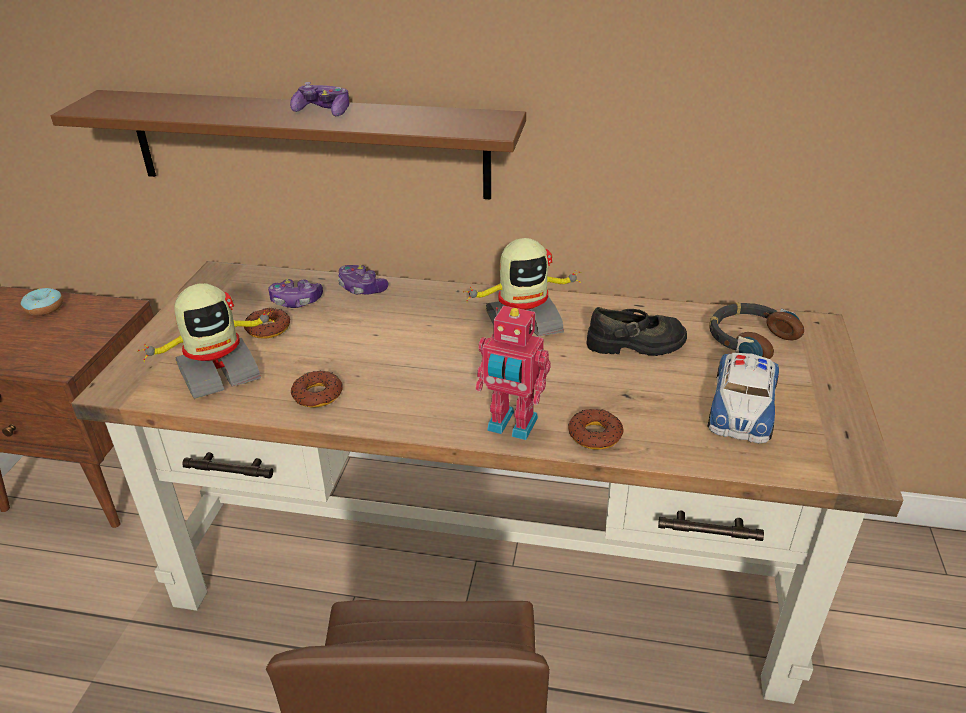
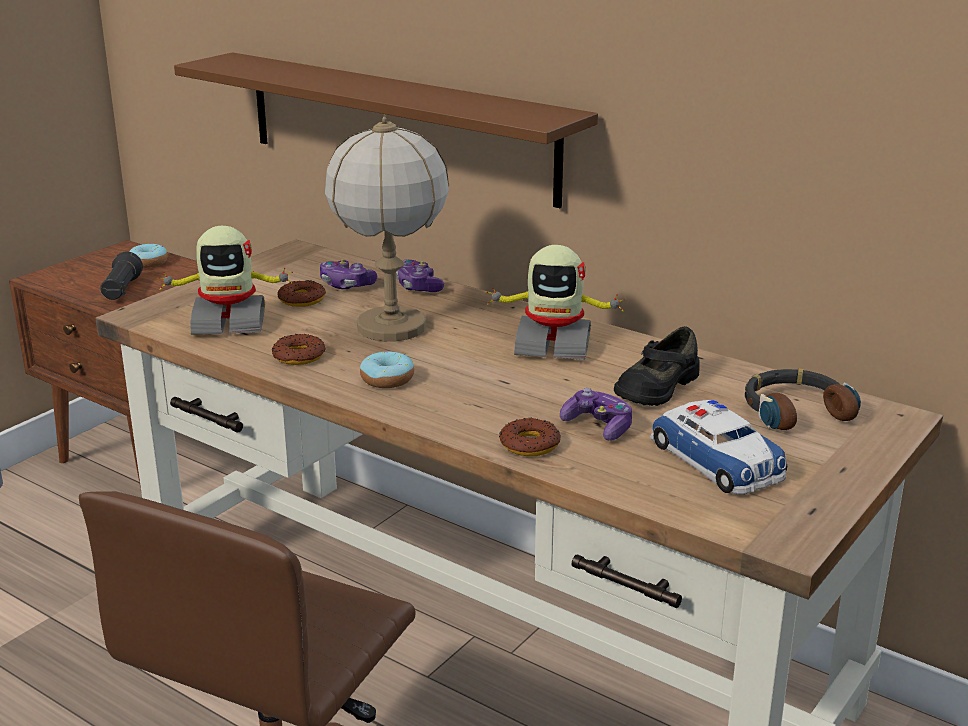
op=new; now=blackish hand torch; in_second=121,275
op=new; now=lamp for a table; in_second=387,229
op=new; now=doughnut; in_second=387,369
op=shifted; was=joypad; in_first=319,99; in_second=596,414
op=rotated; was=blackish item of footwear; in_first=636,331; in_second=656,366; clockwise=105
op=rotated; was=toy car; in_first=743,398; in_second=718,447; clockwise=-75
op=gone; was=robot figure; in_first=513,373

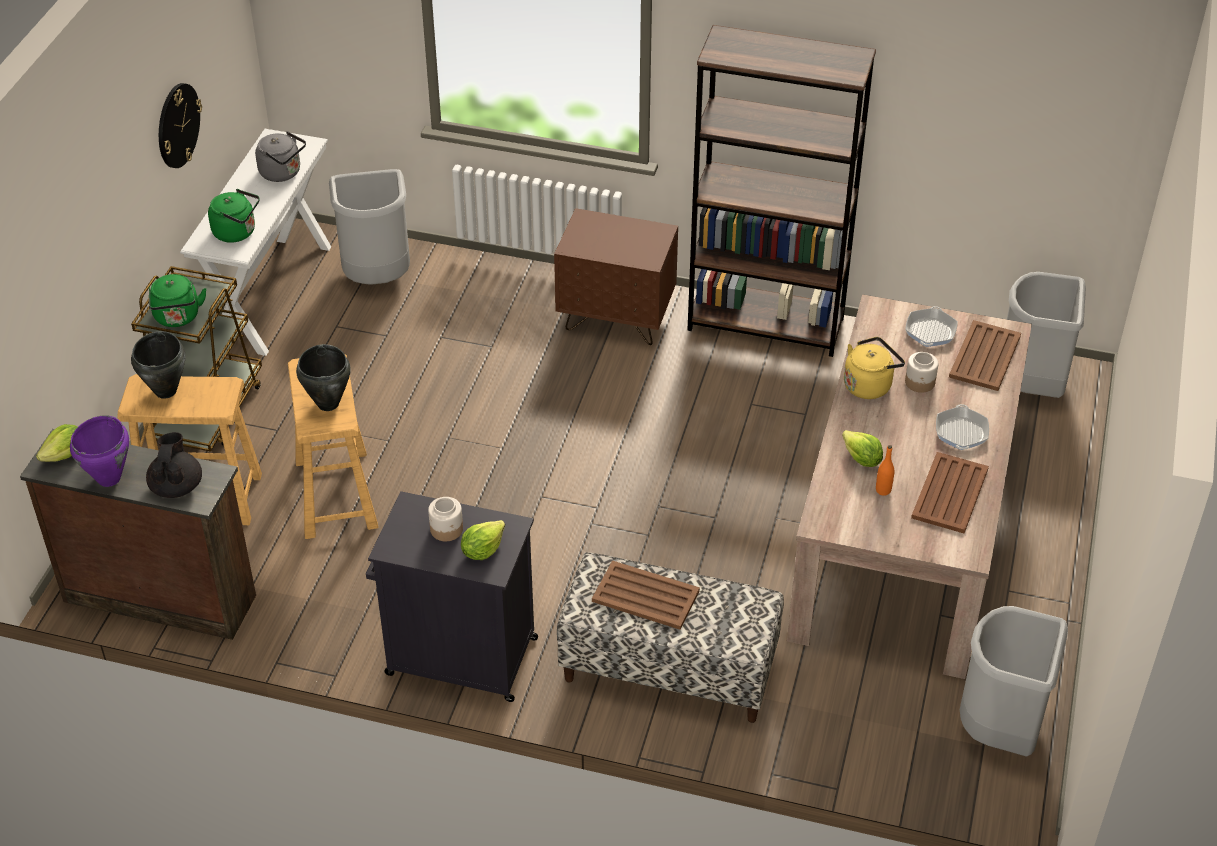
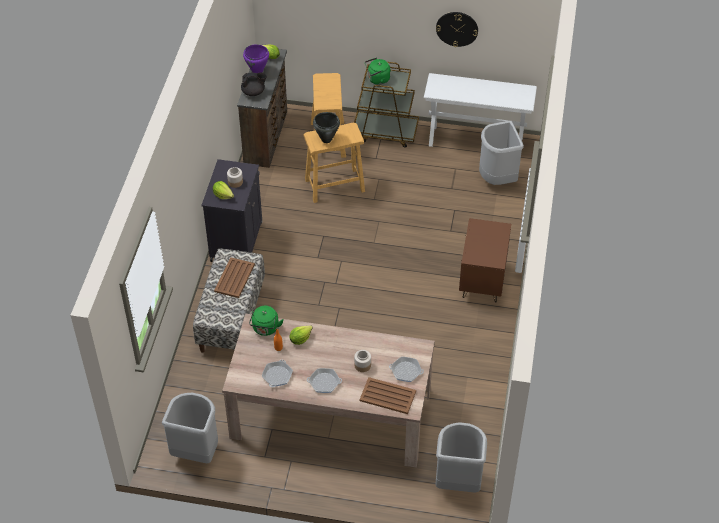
op=shifted; was=greenish tea kettle; in_first=234,216; in_second=266,321
op=swapped; was=brown serving tray; now=skillet; in_first=950,492; in_second=277,373
op=gone; was=blackish cooking pot; in_first=158,365
op=gone; was=greyish tea kettle; in_first=280,156
op=gone; was=brown shelving unit; in_first=781,191
op=gone; was=yellowish tea kettle; in_first=874,368

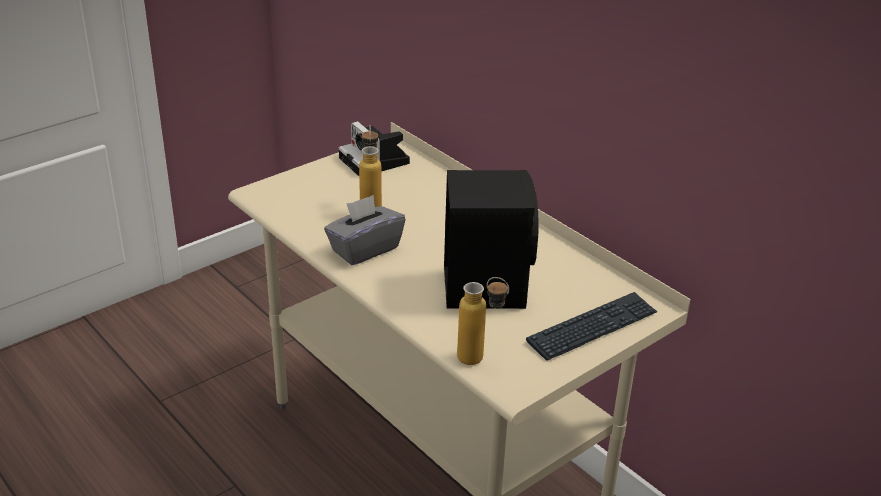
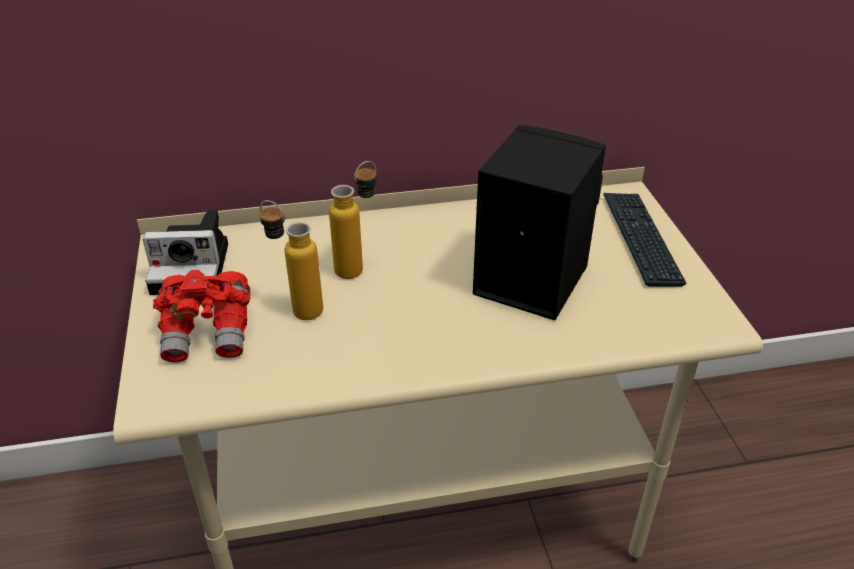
op=new; now=red binoculars; in_second=201,316
op=shifted; was=drink bottle; in_first=483,321; in_second=353,220
op=gone; was=greyish tissue box; in_first=365,230

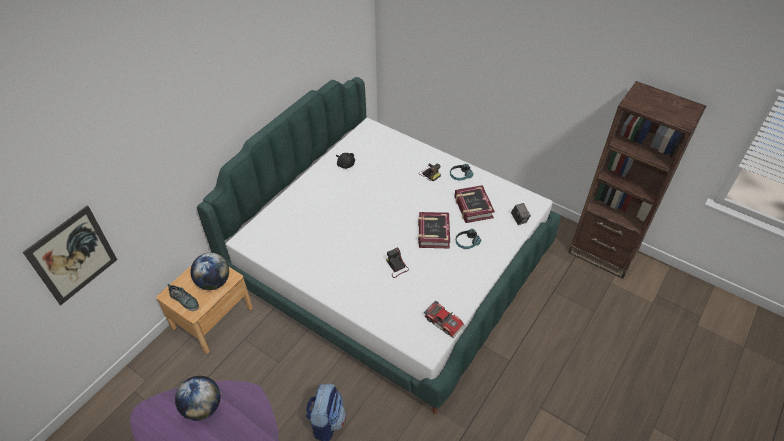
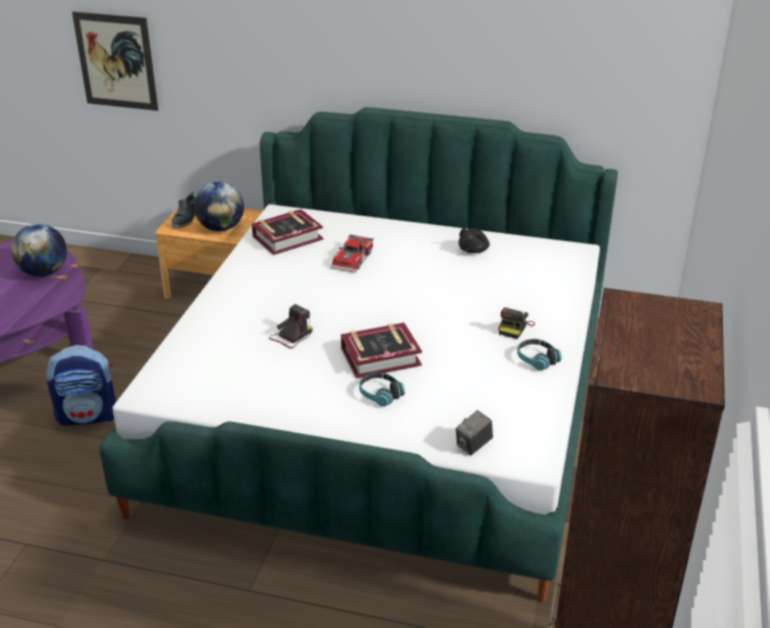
op=shifted; was=volume; in_first=474,204; in_second=287,232
op=shifted; was=toy car; in_first=444,319; in_second=352,253

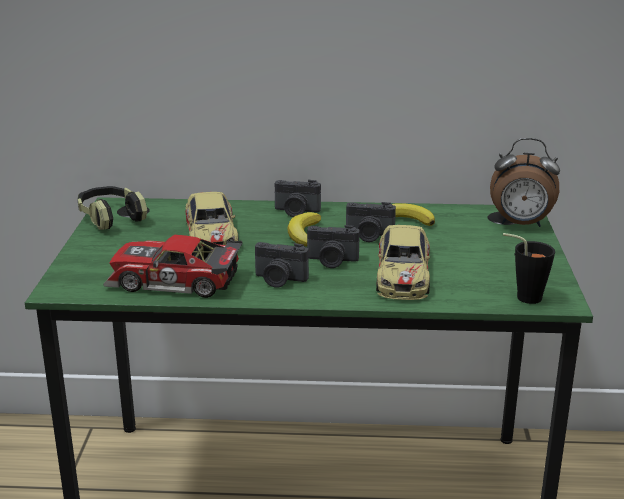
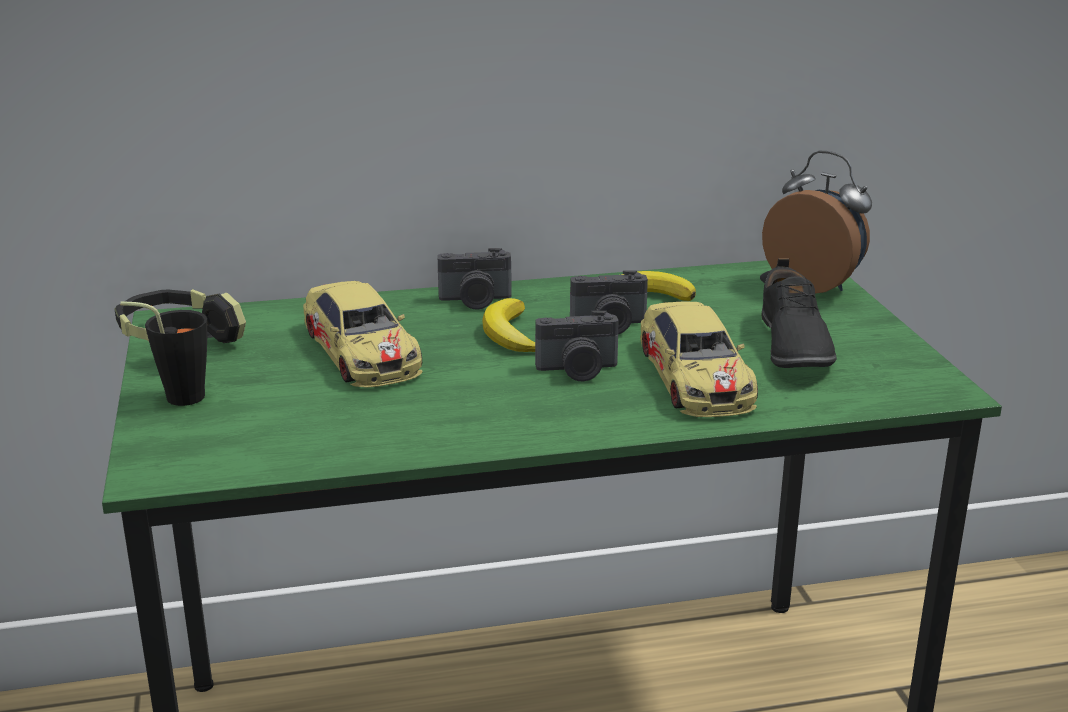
op=shifted; was=blackish small cup; in_first=529,268; in_second=163,353
op=new; now=blackish item of footwear; in_second=799,313
op=rotated; was=bedside clock; in_first=525,182; in_second=817,222; clockwise=-135
op=gone; was=toy car; in_first=173,266
op=gone; was=photo camera; in_first=282,265

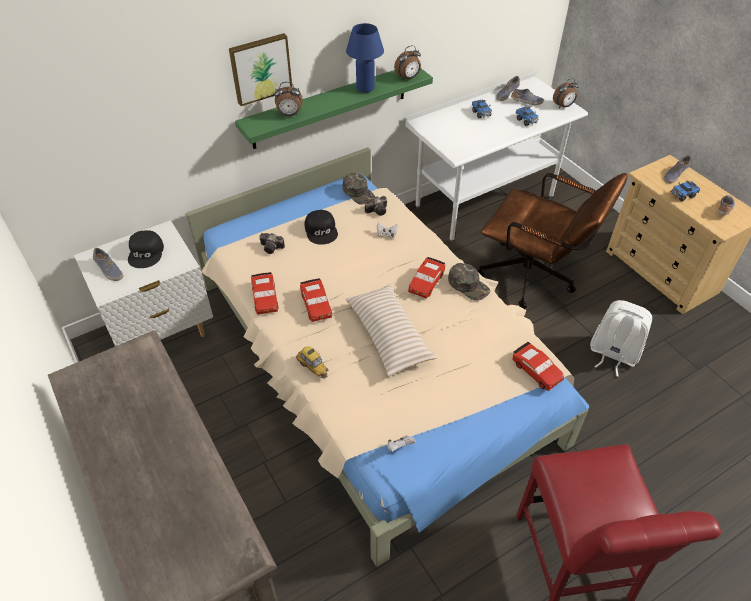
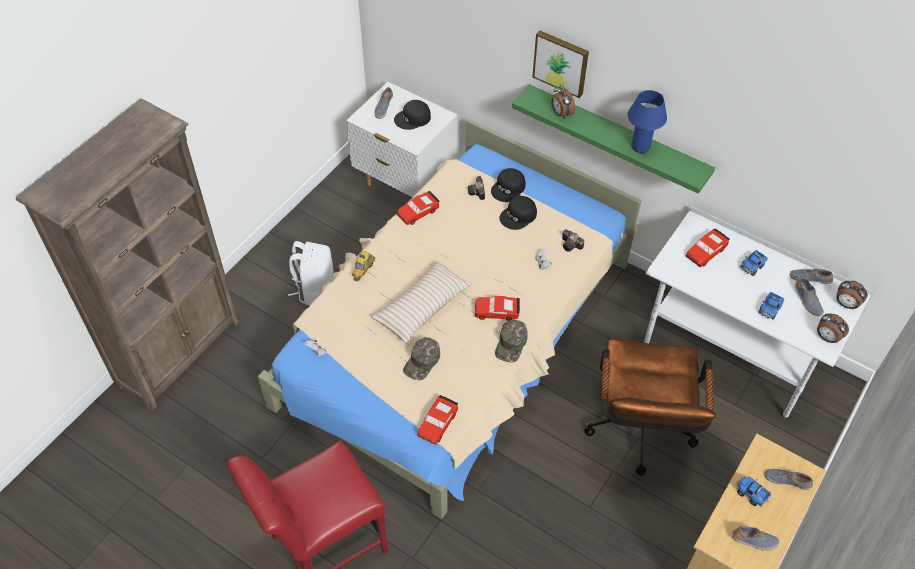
op=shifted; was=white-coloured rucksack; in_first=621,338; in_second=311,273
op=shifted; was=greenish baseball cap; in_first=359,189; in_second=421,358
op=new; now=blackish baseball cap; in_second=508,185
op=shifted; was=red toy car; in_first=316,300; in_second=707,247
op=shifted; was=bedside clock; in_first=407,62; in_second=852,294

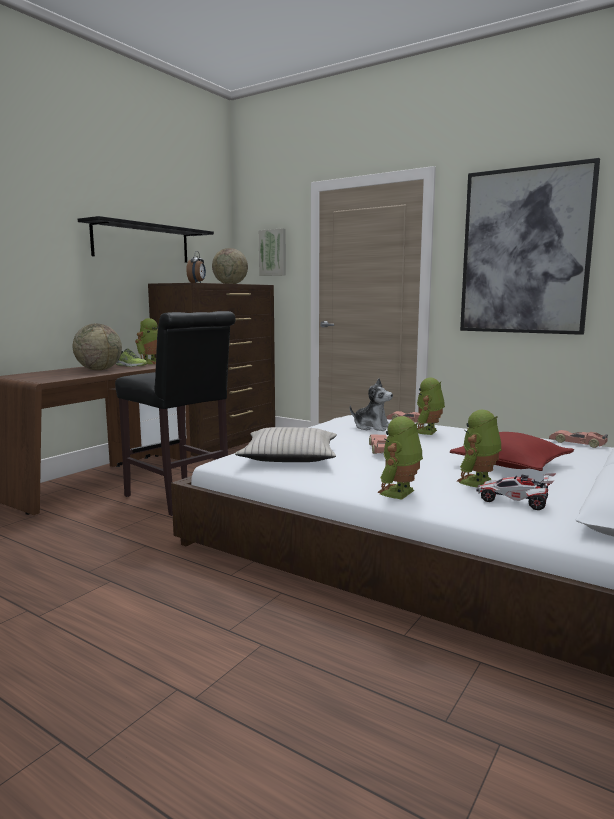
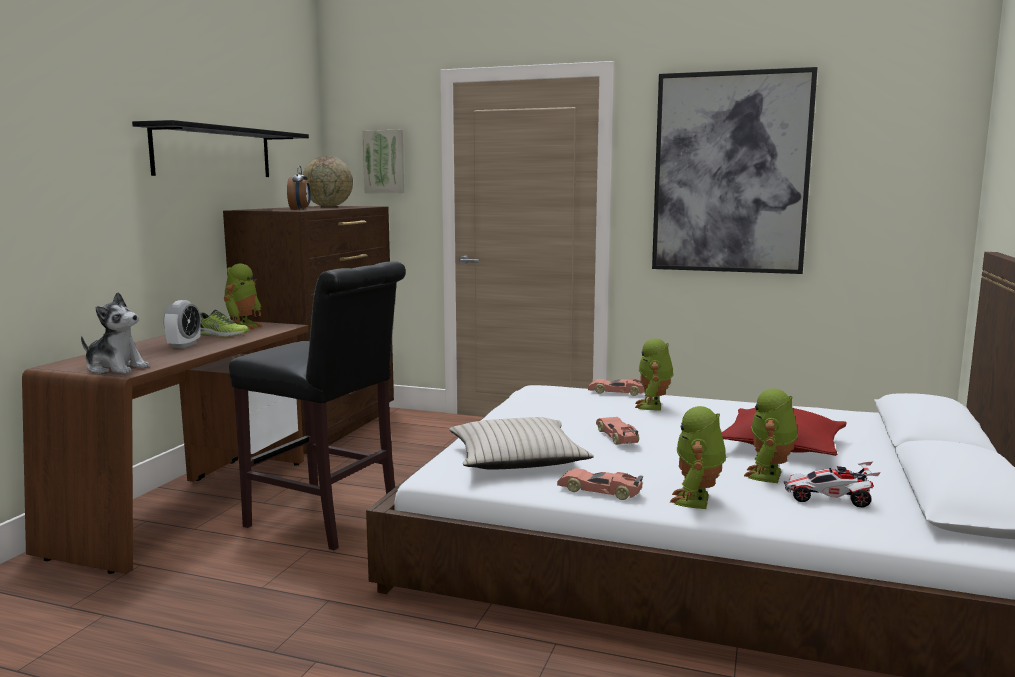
op=shifted; was=cuddly toy; in_first=371,404; in_second=115,333
op=swapped; was=globe; now=bedside clock; in_first=97,347; in_second=182,324
op=shifted; was=toy car; in_first=578,439; in_second=600,484

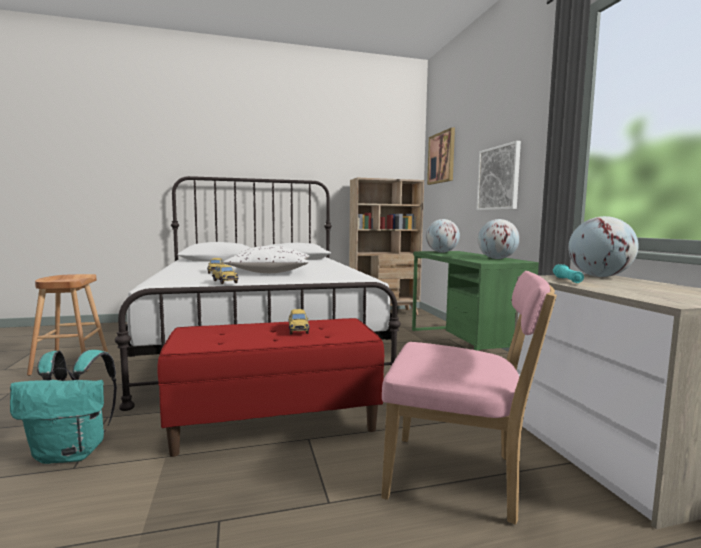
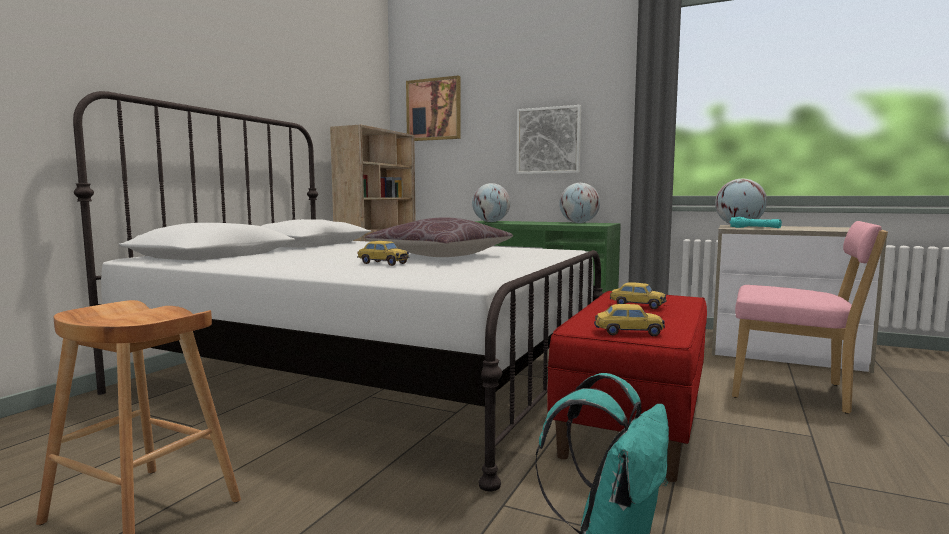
op=repainted; was=white-coloured cushion; now=brown cushion; in_first=266,259; in_second=439,237
op=shifted; was=toy car; in_first=225,274; in_second=629,320
op=rotated; was=pink-coloured chair; in_first=469,398; in_second=810,317; clockwise=60

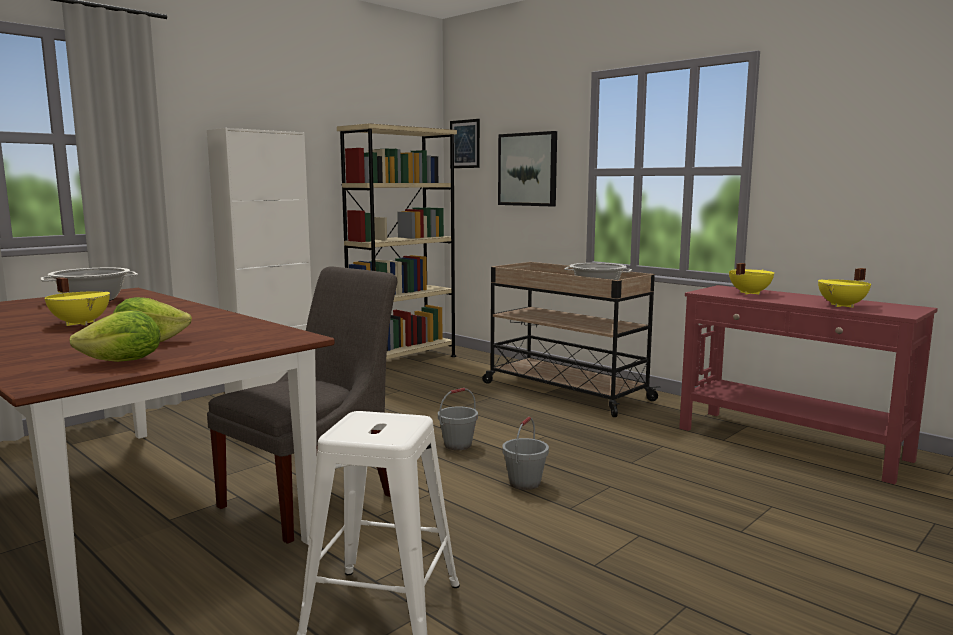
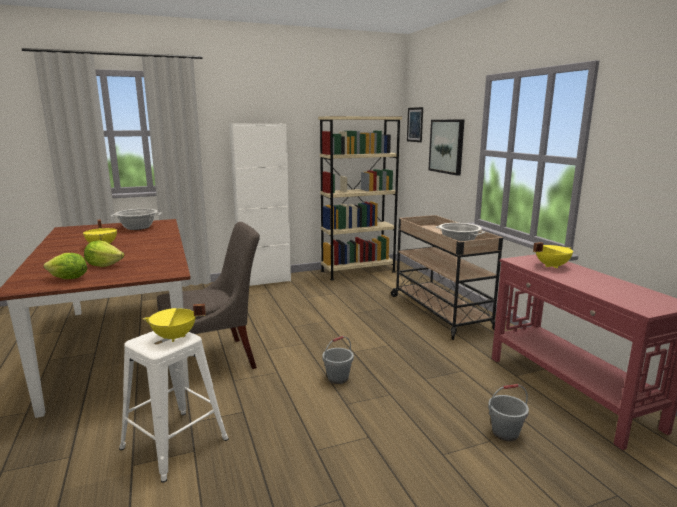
op=shifted; was=yellowish cooking pot; in_first=844,288; in_second=174,323
op=shifted; was=greyish water bucket; in_first=458,419; in_second=508,412

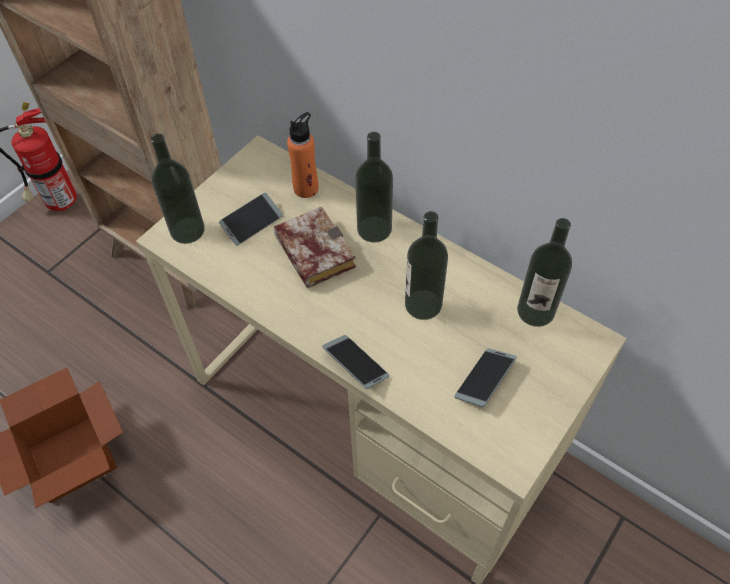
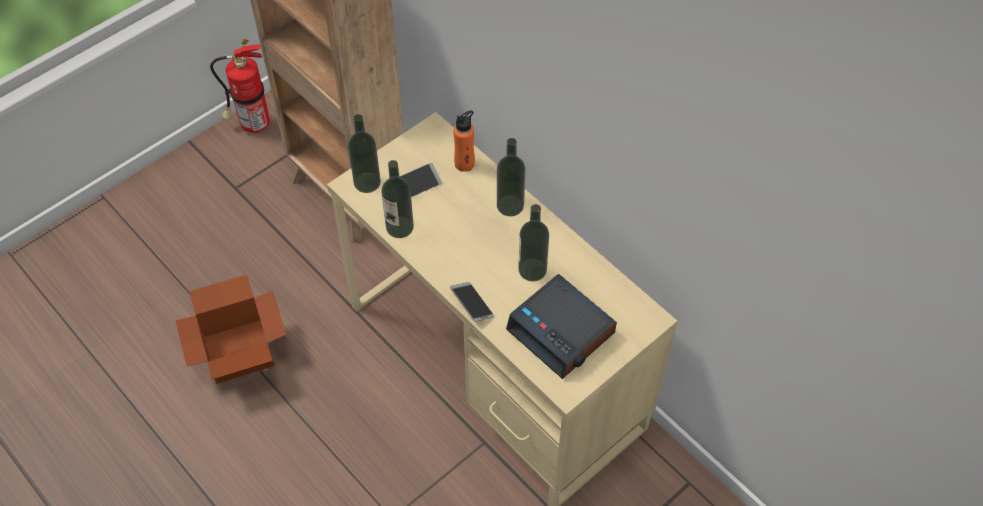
op=shifted; was=drink bottle; in_first=544,272; in_second=397,199
op=swapped; was=telephone; now=bedside clock; in_first=485,377; in_second=561,326
op=gone; was=volume; in_first=315,248

